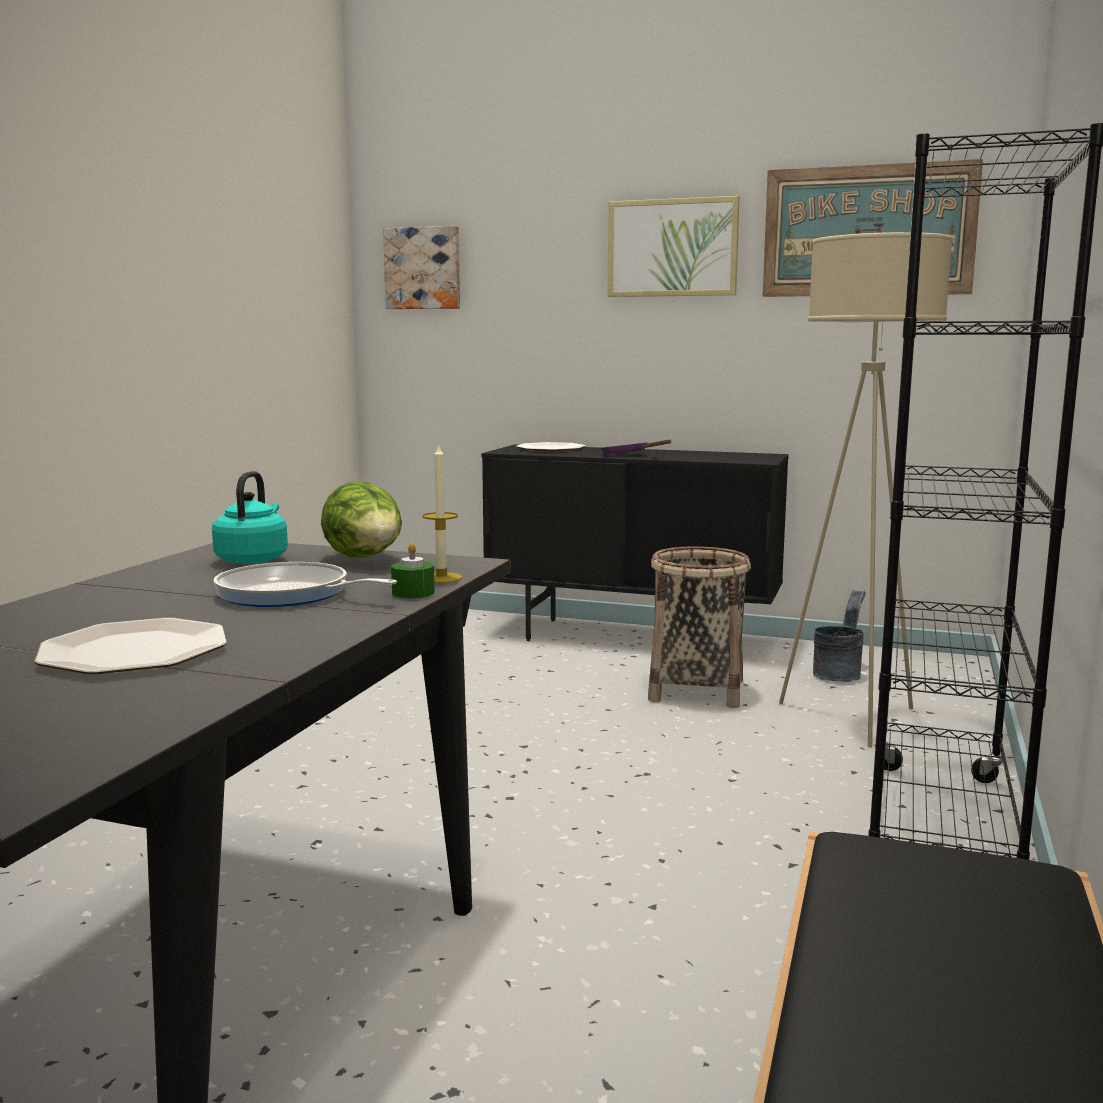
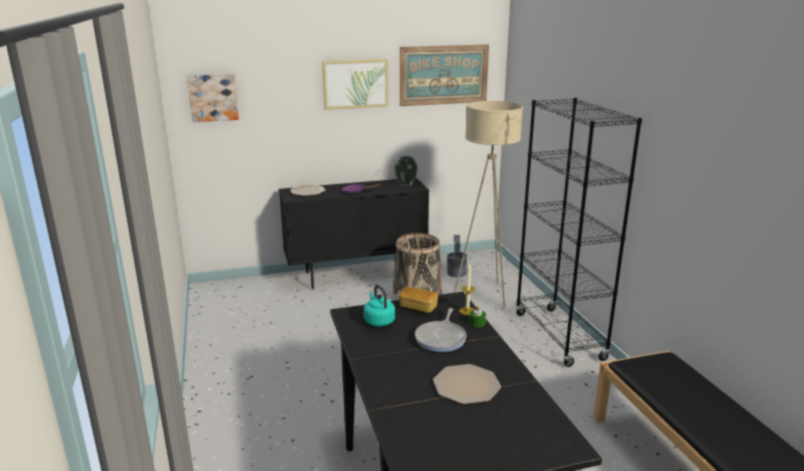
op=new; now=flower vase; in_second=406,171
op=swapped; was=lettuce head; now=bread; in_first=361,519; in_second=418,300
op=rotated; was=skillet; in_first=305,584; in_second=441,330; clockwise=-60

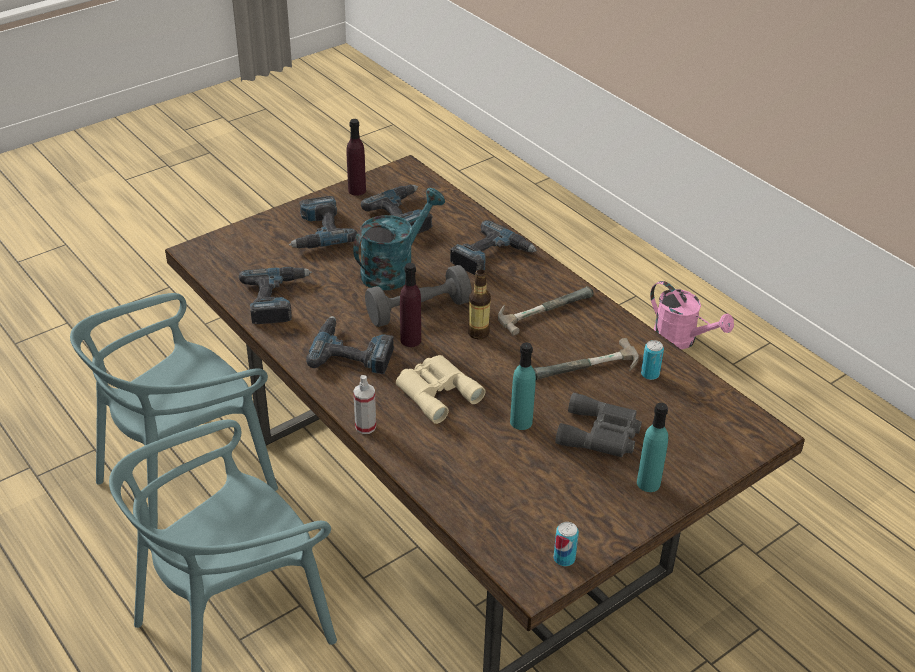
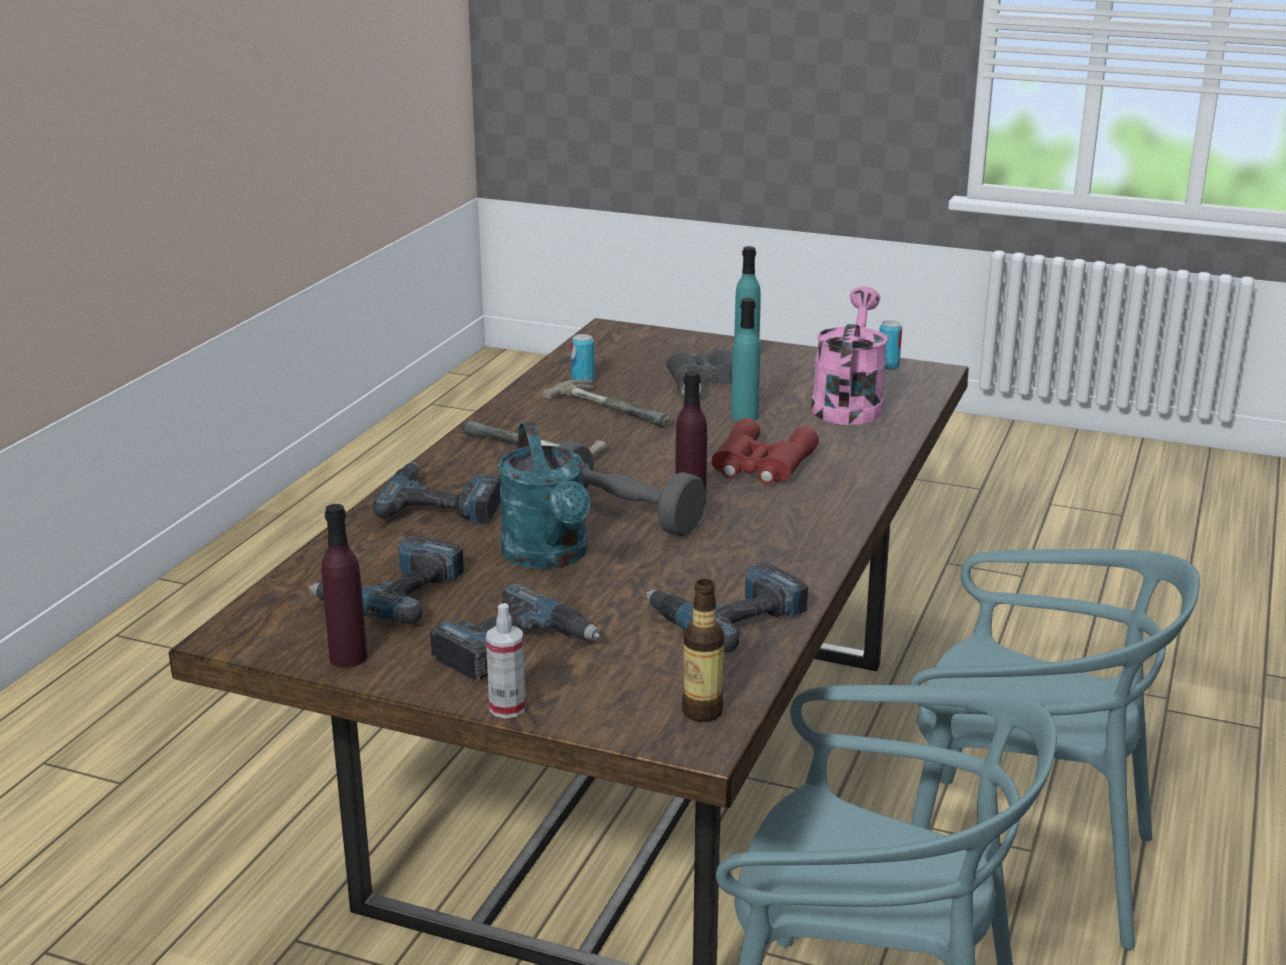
op=shifted; was=spray bottle; in_first=364,404; in_second=506,661
op=rotated; was=turquoise watering can; in_first=399,239; in_second=544,495; clockwise=-120
op=shifted; was=drink bottle; in_first=479,304; in_second=703,650
op=repainted; was=sand-coloured binoculars; now=red binoculars; in_first=441,389; in_second=765,451
op=shifted; was=pink-coloured watering can; in_first=692,315; in_second=849,355
op=gone; was=power drill; in_first=350,345

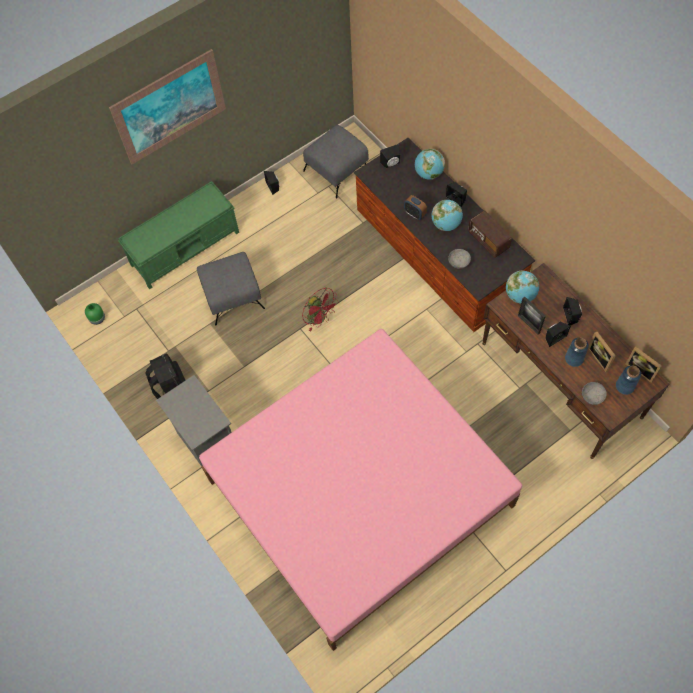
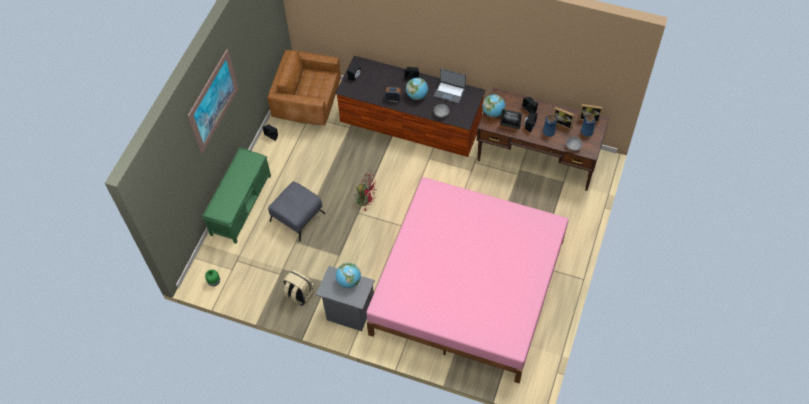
op=swapped; was=greyish footrest; now=brown easy chair; in_first=336,162; in_second=304,87
op=repainted; was=blackish rucksack; now=sand-coloured rucksack; in_first=165,376; in_second=298,288
op=shifted; was=globe; in_first=430,164; in_second=348,275
op=swapped; was=radio; now=laptop; in_first=490,234; in_second=450,86

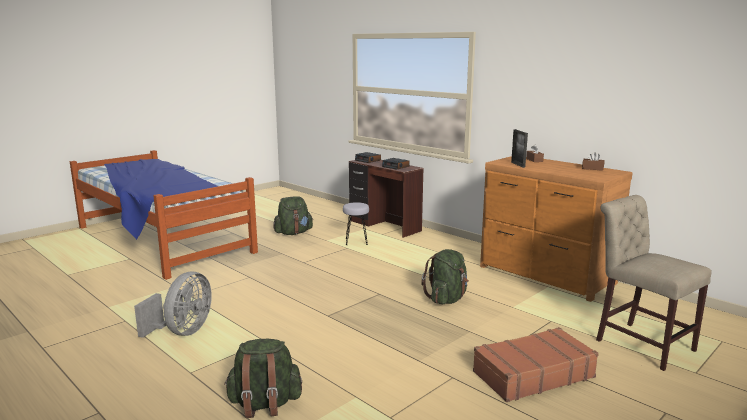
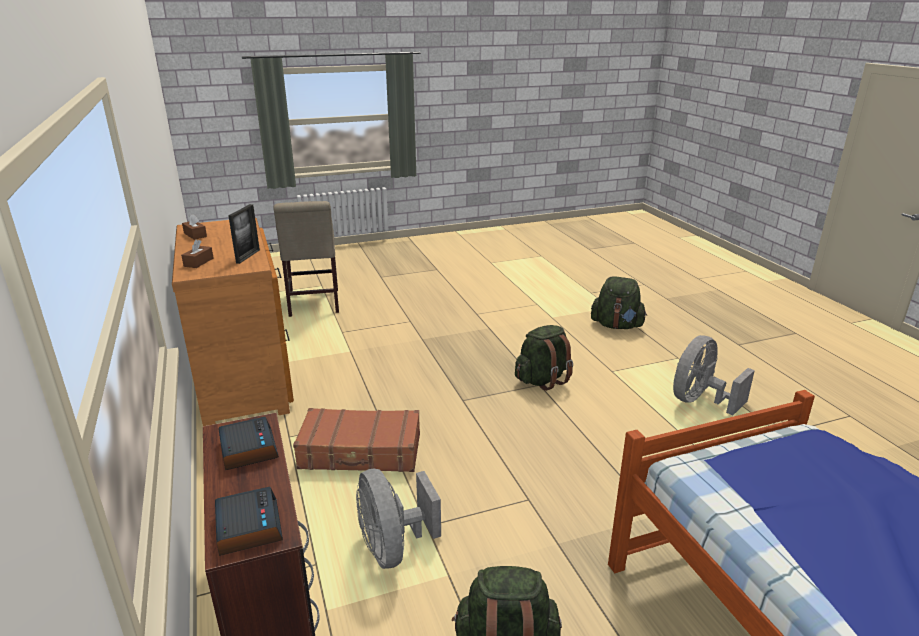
op=shifted; was=brown piece of luggage; in_first=536,364; in_second=356,440
op=swapped; was=greyish stool seat; now=greyish fan; in_first=356,223; in_second=398,519
op=shifted; was=greenish rucksack; in_first=445,276; in_second=544,358

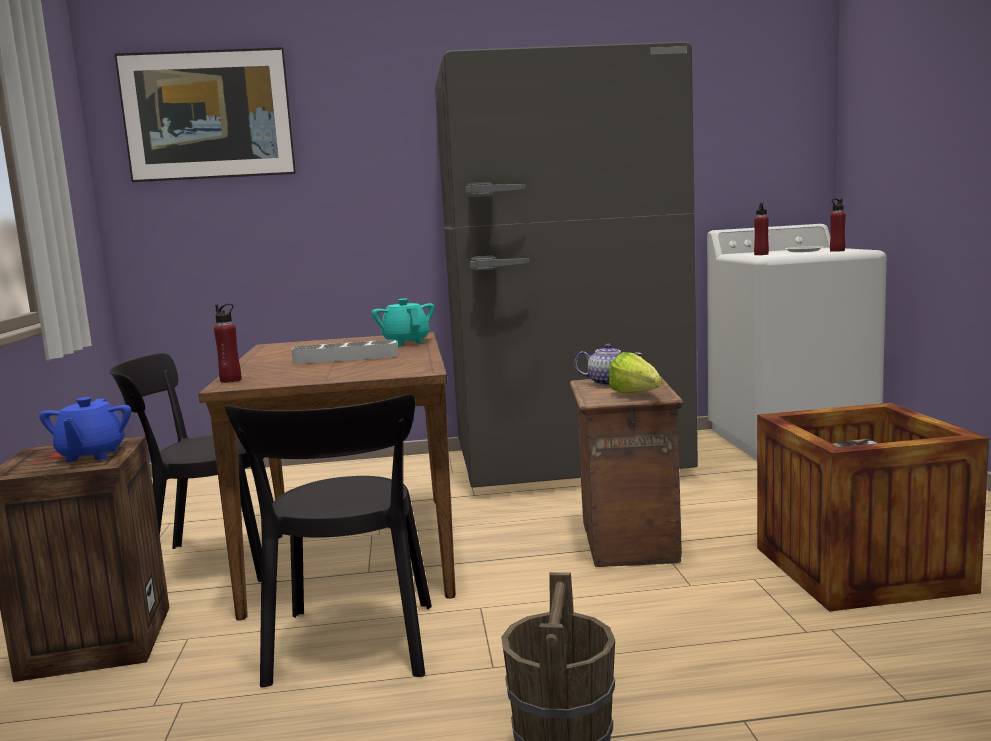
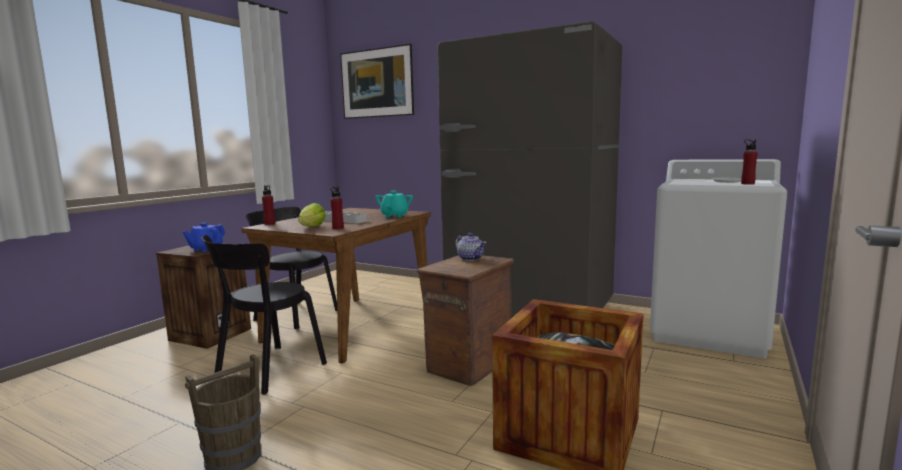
op=shifted; was=lettuce head; in_first=635,373; in_second=312,214
op=shifted; was=red drink bottle; in_first=761,229; in_second=337,208

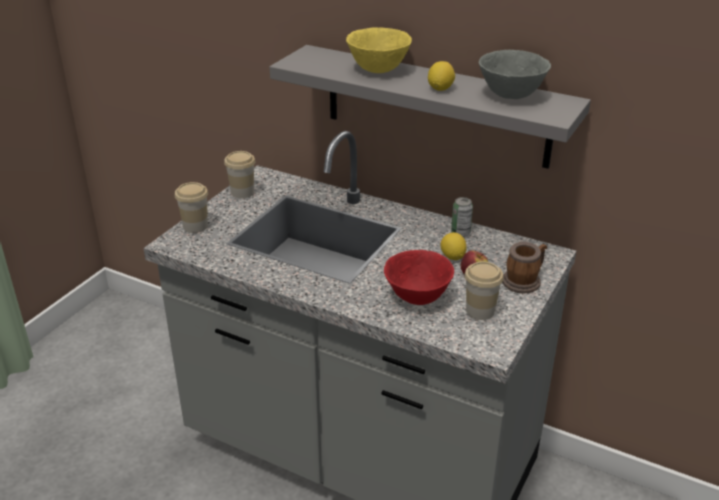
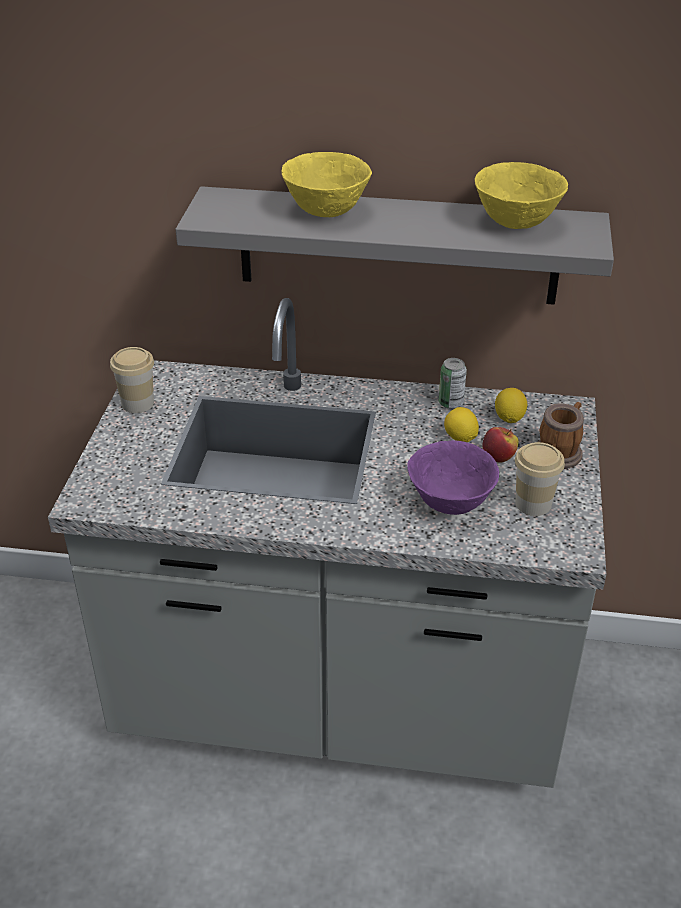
op=repainted; was=red deep dish; now=purple deep dish; in_first=419,277; in_second=453,477
op=repainted; was=greyish deep dish; now=yellowish deep dish; in_first=515,74; in_second=521,195
op=shifted; was=citrus fruit; in_first=441,76; in_second=511,405
op=gone; was=small cup; in_first=191,207

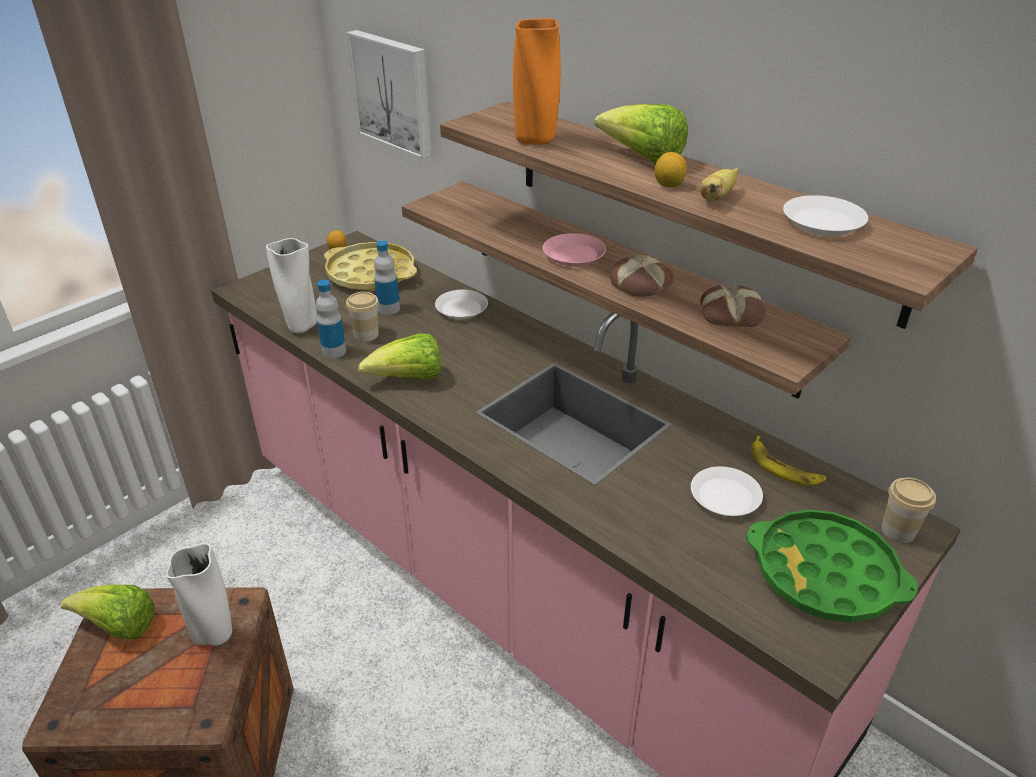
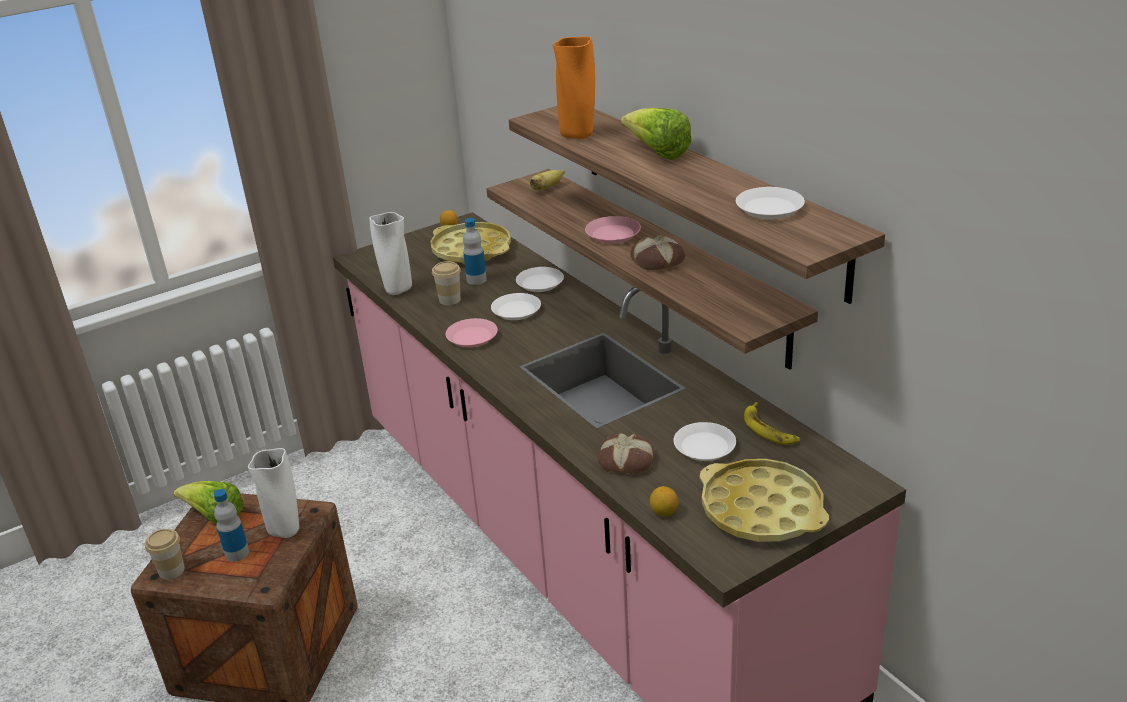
op=shifted; was=small cup; in_first=909,510; in_second=165,554
op=shifted; was=drink bottle; in_first=331,319; in_second=231,525
op=swapped; was=lettuce head; now=pink-coloured flat dish; in_first=399,357; in_second=472,333
op=new; now=white-coloured flat dish; in_second=516,306
op=shifted; was=banana; in_first=719,185; in_second=547,180
op=shifted; was=bread; in_first=733,306; in_second=625,454
op=shifted; was=citrus fruit; in_first=671,169; in_second=663,501
op=repainted; was=greenish serving tray; now=yellowish serving tray; in_first=832,566; in_second=764,500
op=gone; was=picture; in_first=389,94

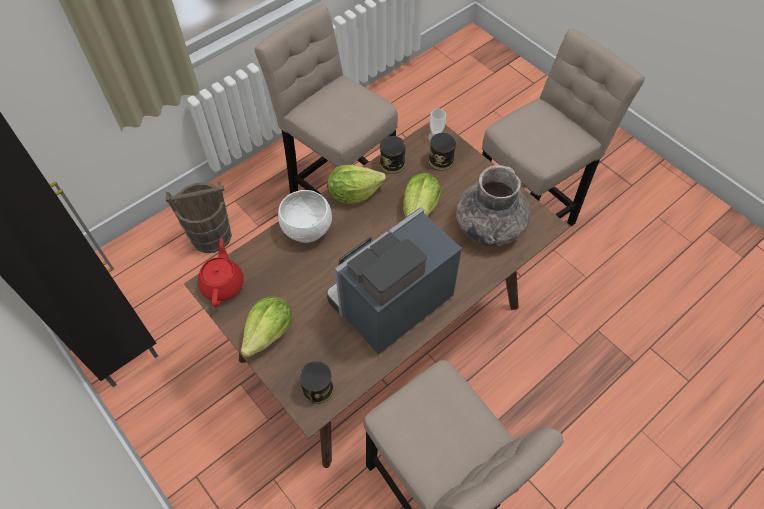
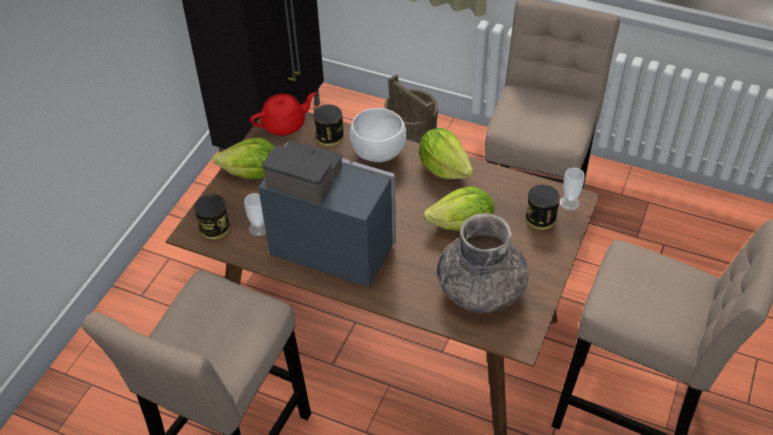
op=new; now=small cup; in_second=255,214
op=shifted; was=sealed can; in_first=392,155; in_second=328,126

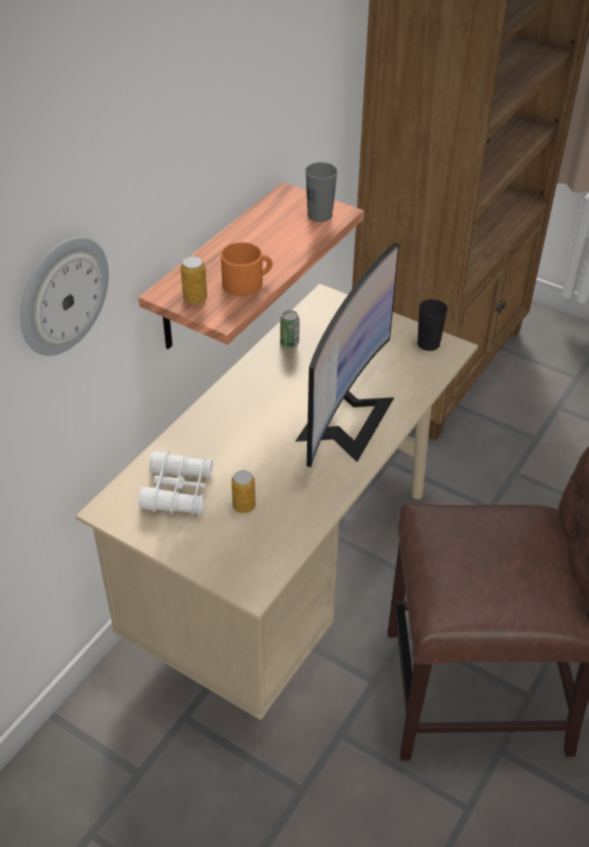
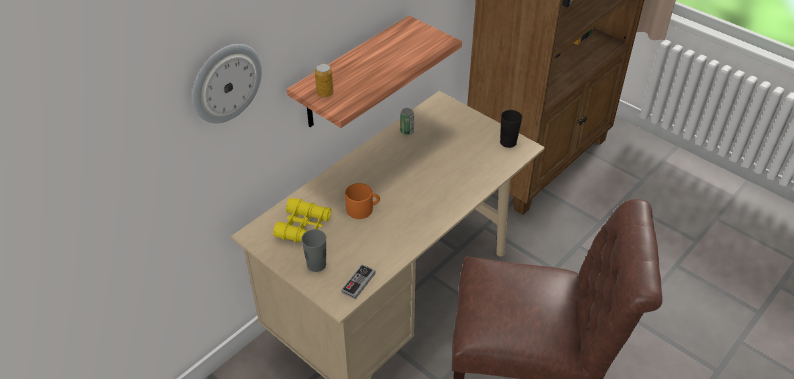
op=repainted; was=white-coloured binoculars; now=yellowish binoculars; in_first=176,483; in_second=302,220
op=shifted; was=greyish small cup; in_first=321,192; in_second=313,250
op=new; now=joypad; in_second=358,282
op=shifted; was=orange-coloured tea mug; in_first=247,269; in_second=362,201
op=gone; was=sealed can; in_first=243,491
op=gone; was=computer display; in_first=347,355

